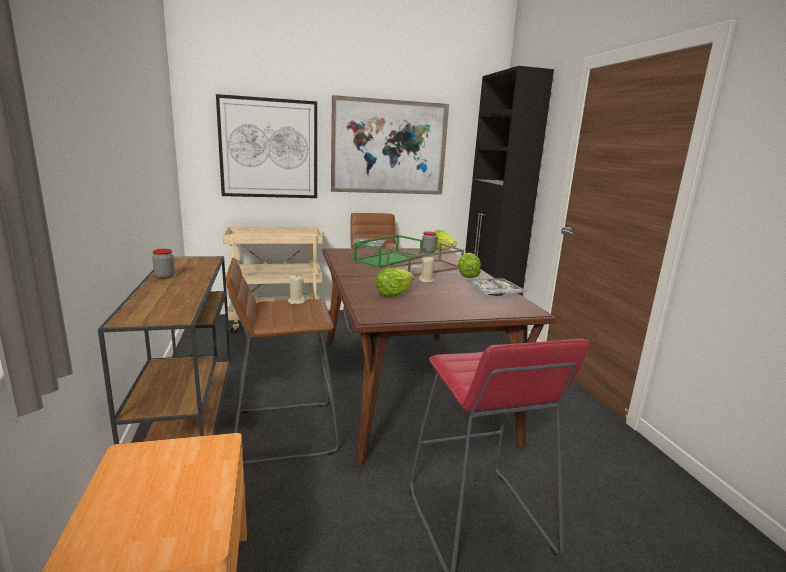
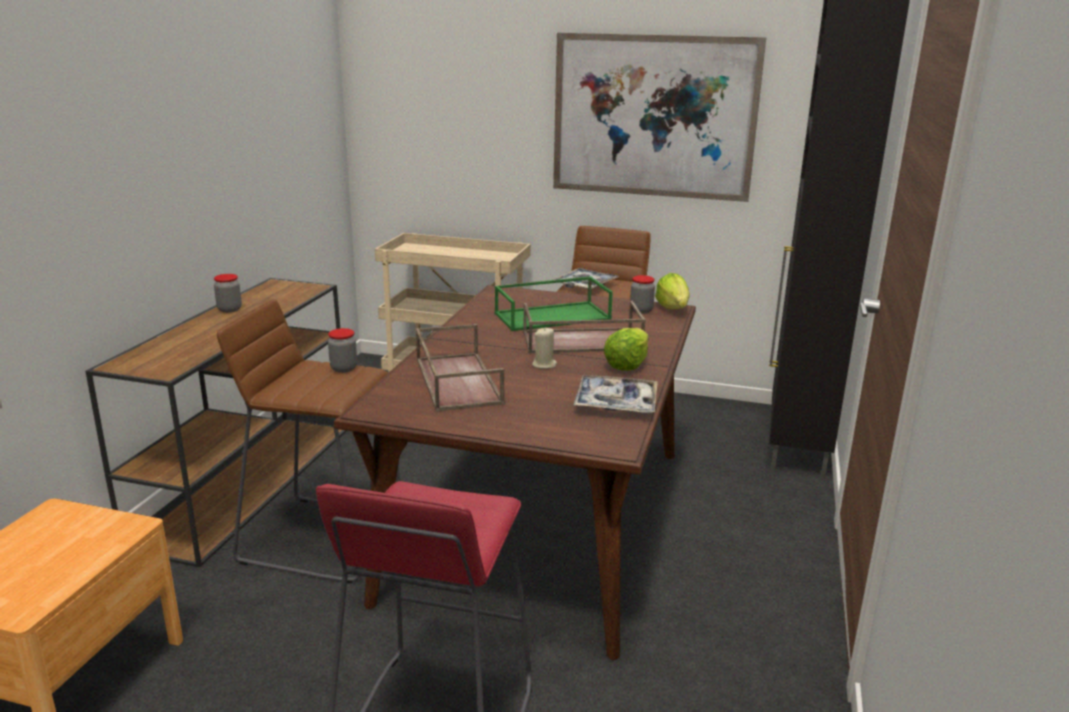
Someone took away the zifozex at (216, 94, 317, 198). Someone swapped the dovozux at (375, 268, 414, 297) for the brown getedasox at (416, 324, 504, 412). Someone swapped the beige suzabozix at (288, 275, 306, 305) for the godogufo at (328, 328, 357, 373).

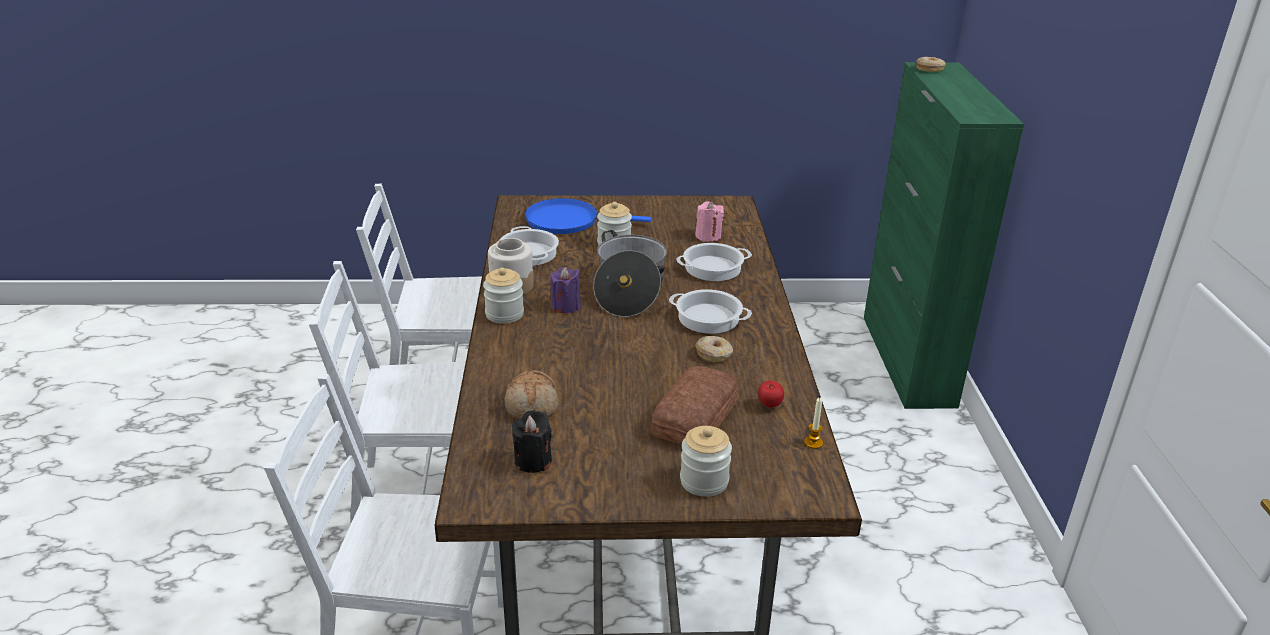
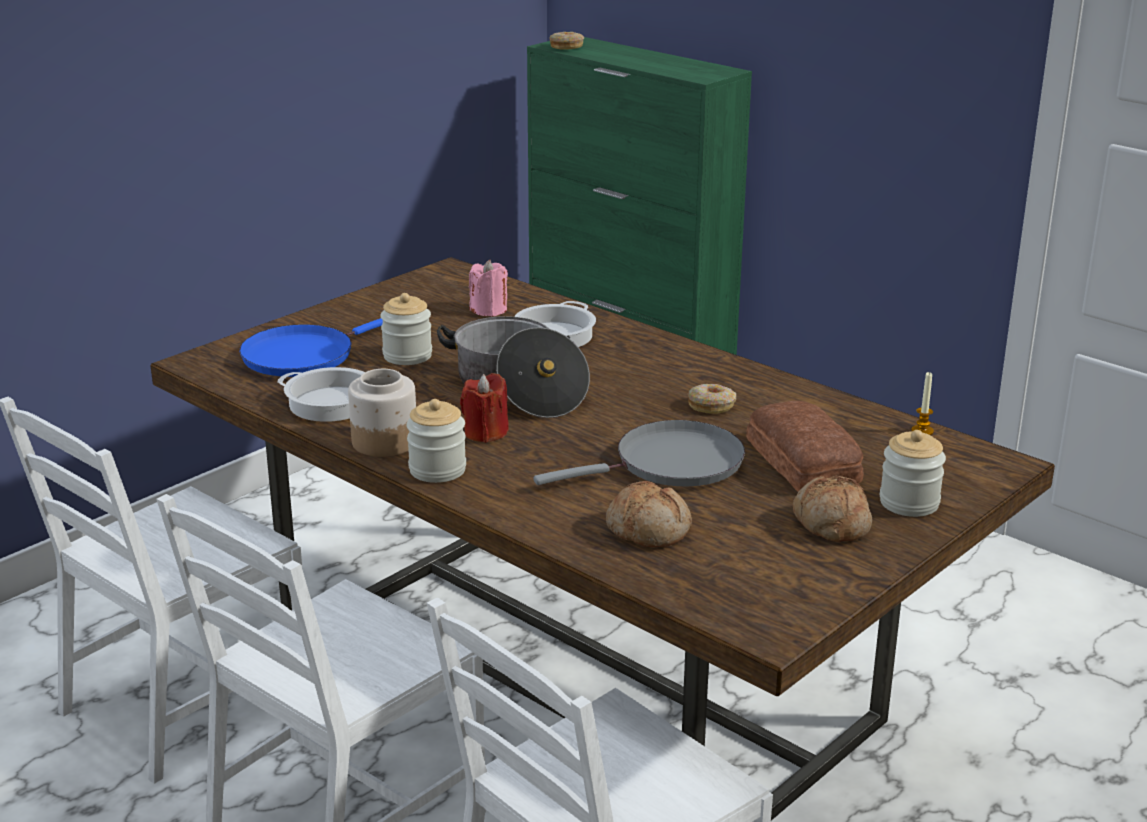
Someone repainted the purple suzabozix at (551, 267, 581, 313), which became the red suzabozix at (460, 373, 509, 443). Someone took away the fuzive at (669, 289, 752, 334). Someone took away the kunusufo at (758, 381, 784, 408). Someone took away the black suzabozix at (512, 410, 552, 473). Someone put down the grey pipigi at (533, 420, 745, 486). Someone put down the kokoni at (793, 476, 872, 542).

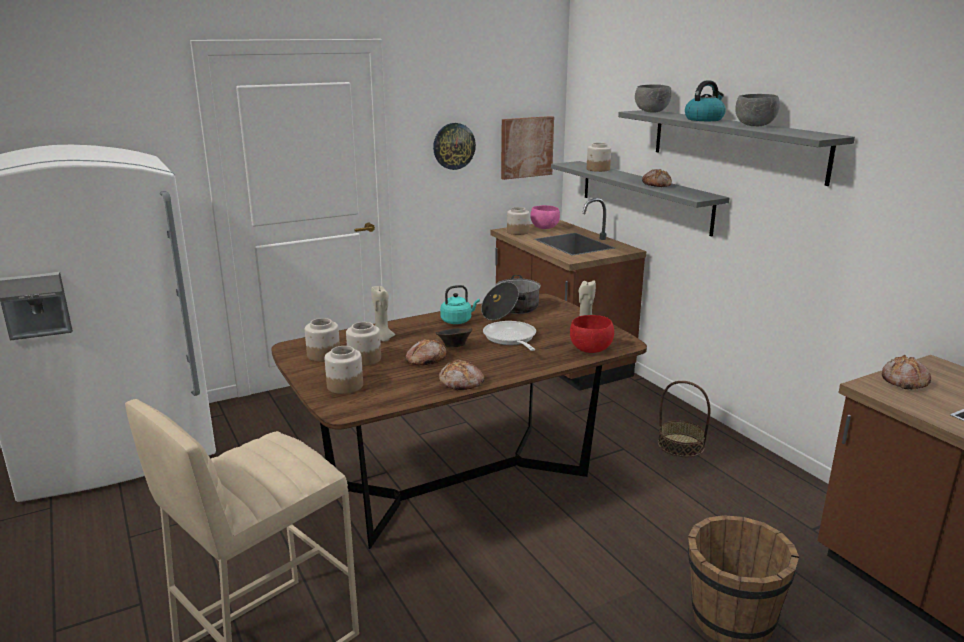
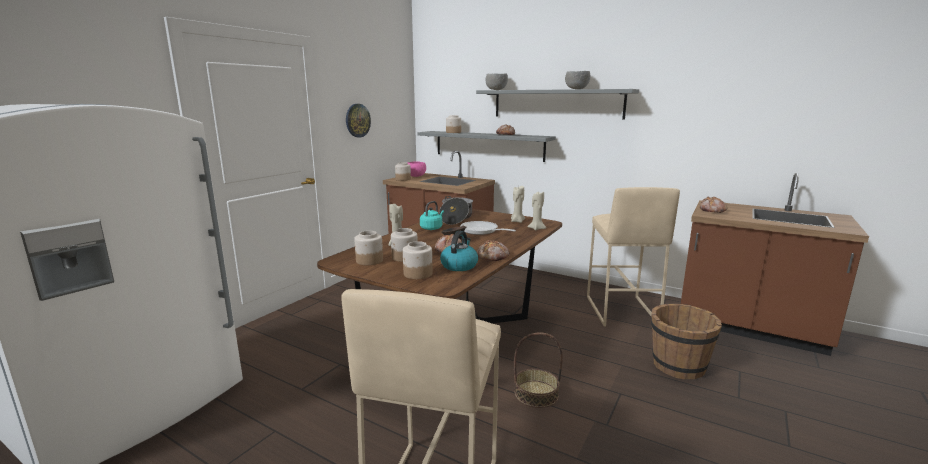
Someone carried the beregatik from (685, 80, 726, 121) to (440, 231, 478, 271). Someone took away the zifozex at (501, 116, 554, 180). Someone swapped the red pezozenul at (570, 315, 614, 353) for the beige suzabozix at (528, 192, 546, 230). Someone carried the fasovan from (658, 381, 711, 457) to (514, 332, 563, 408). Someone put down the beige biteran at (587, 187, 680, 326).

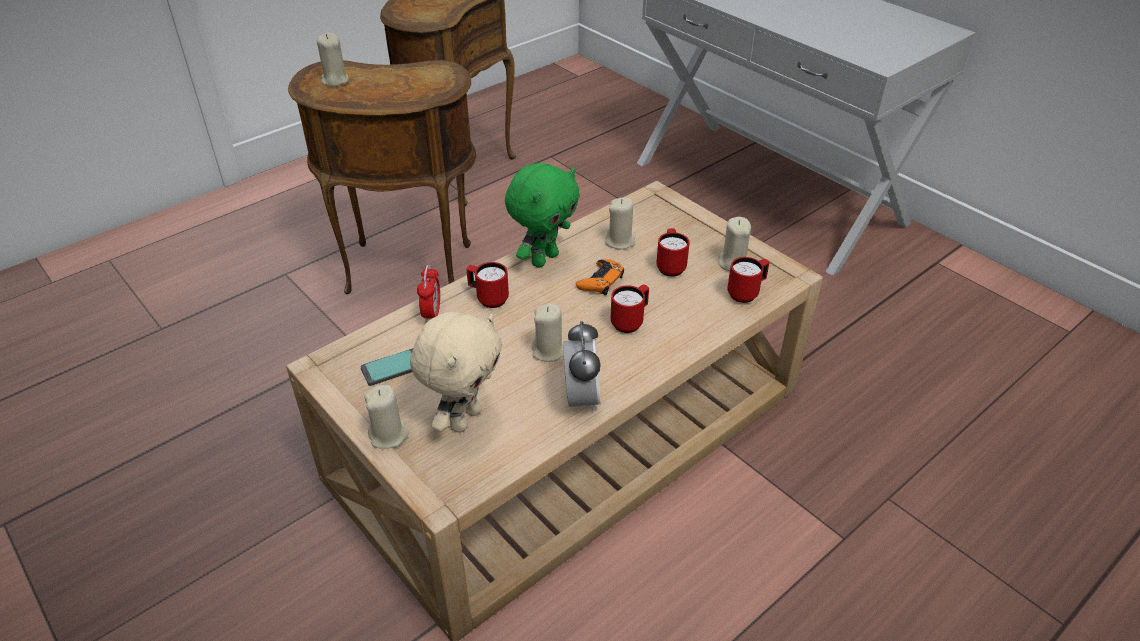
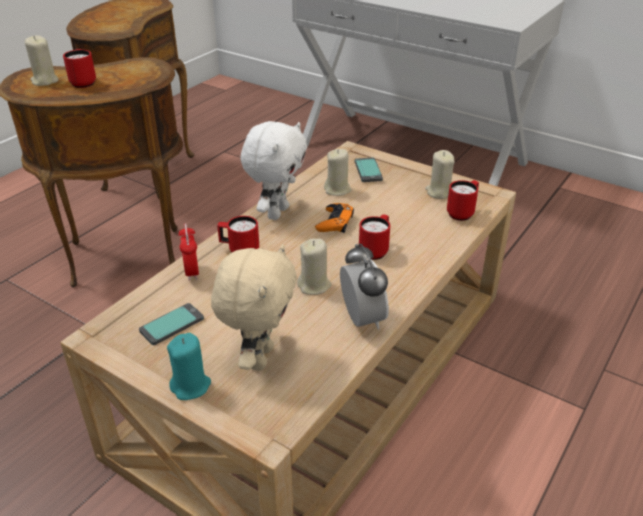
Someone repainted the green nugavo at (505, 163, 580, 268), which became the white nugavo at (240, 121, 307, 220). Someone carried the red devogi from (656, 228, 690, 277) to (63, 49, 96, 88). Someone repainted the beige suzabozix at (365, 385, 409, 449), which became the turquoise suzabozix at (167, 333, 211, 400). Someone put down the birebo at (355, 158, 383, 182).

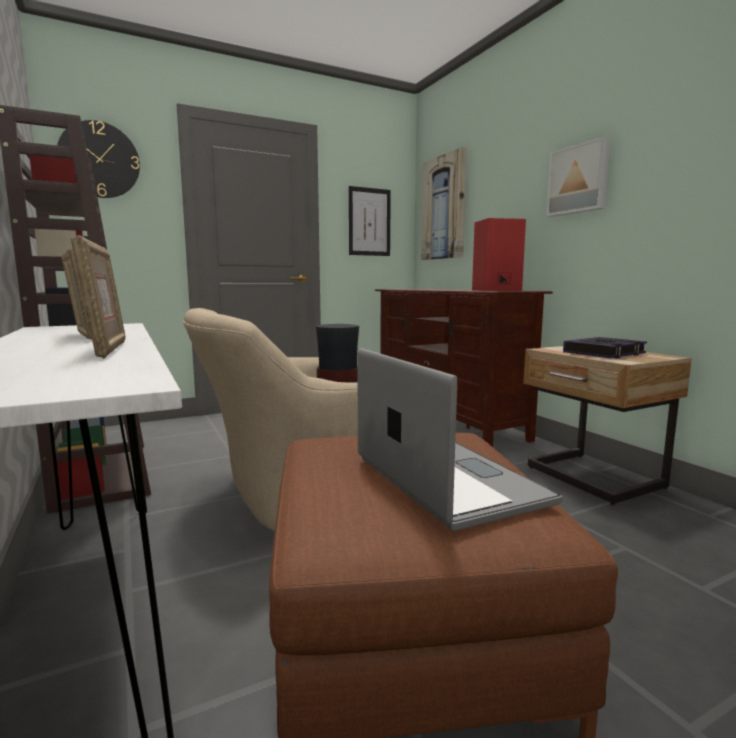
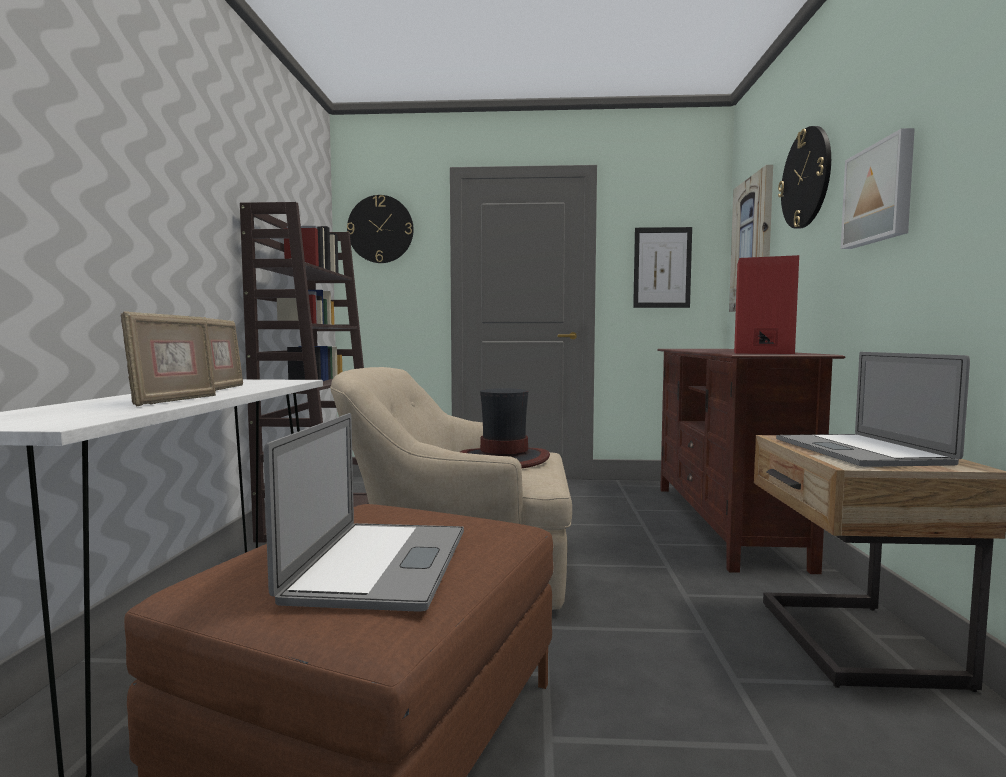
Someone swapped the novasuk at (563, 337, 647, 359) for the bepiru at (776, 352, 970, 467). Someone put up the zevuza at (778, 126, 831, 229).

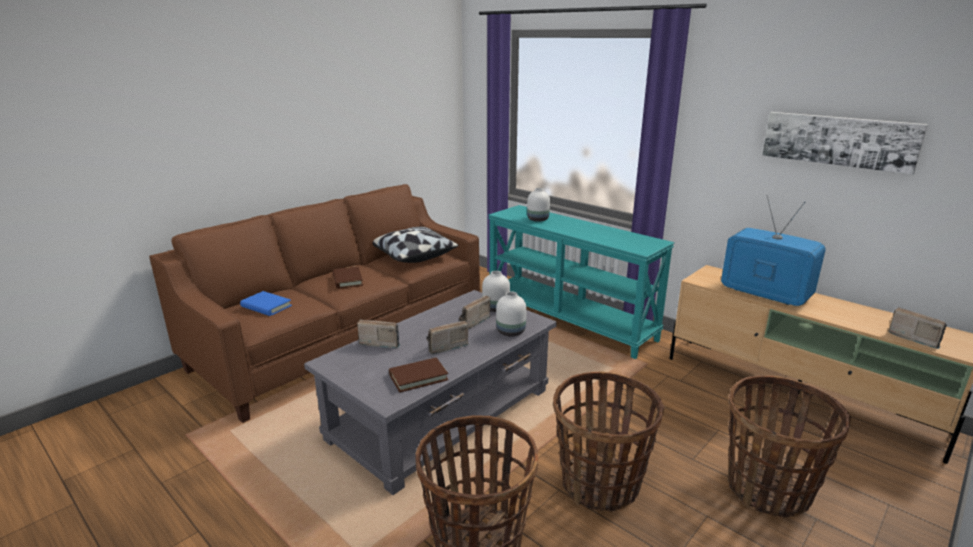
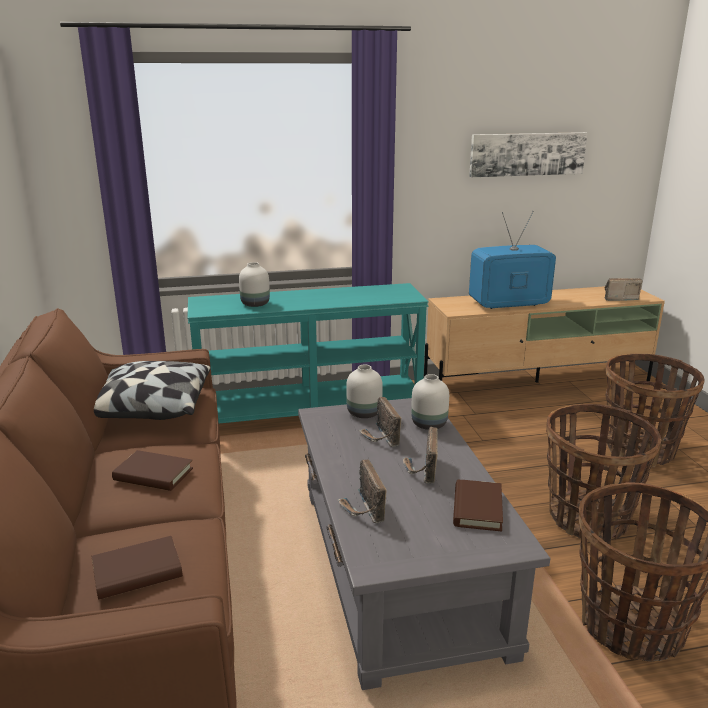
Someone repainted the blue novasuk at (240, 291, 292, 316), which became the brown novasuk at (92, 536, 183, 600). Someone rotated the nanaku at (357, 319, 401, 348) by 60 degrees counterclockwise.

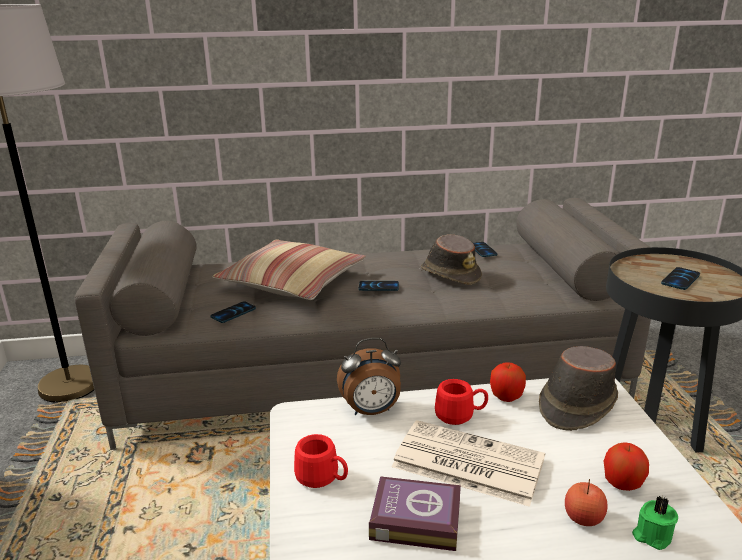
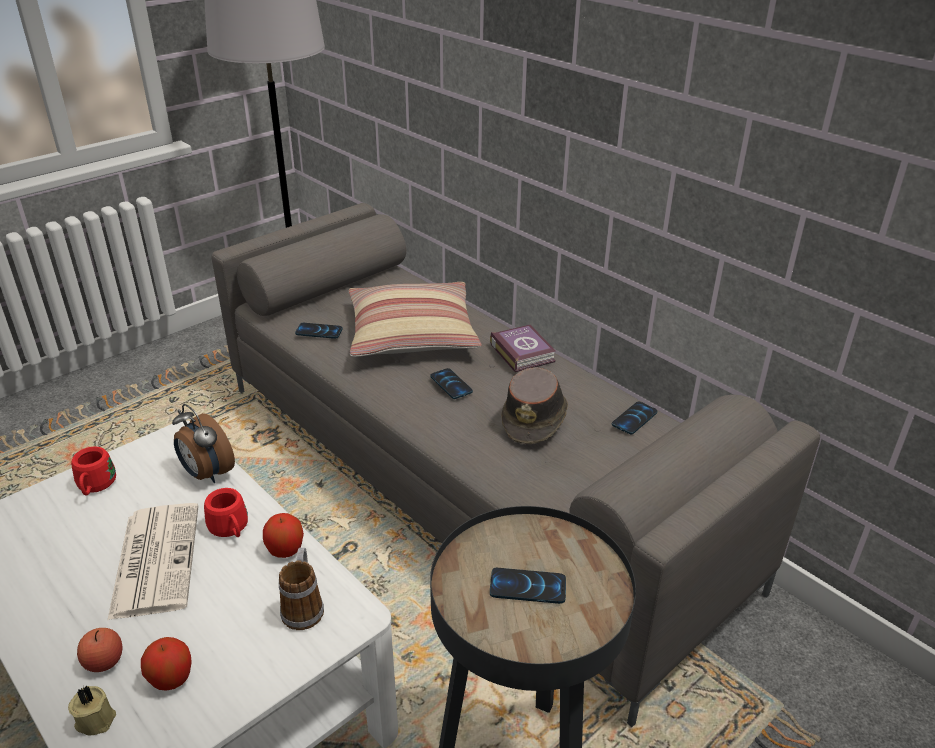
Someone swapped the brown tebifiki at (539, 346, 618, 431) for the devogi at (279, 548, 324, 630). Someone carried the novasuk from (369, 476, 461, 551) to (490, 325, 556, 373). Someone repainted the green suzabozix at (632, 496, 678, 550), which became the beige suzabozix at (68, 685, 116, 735).

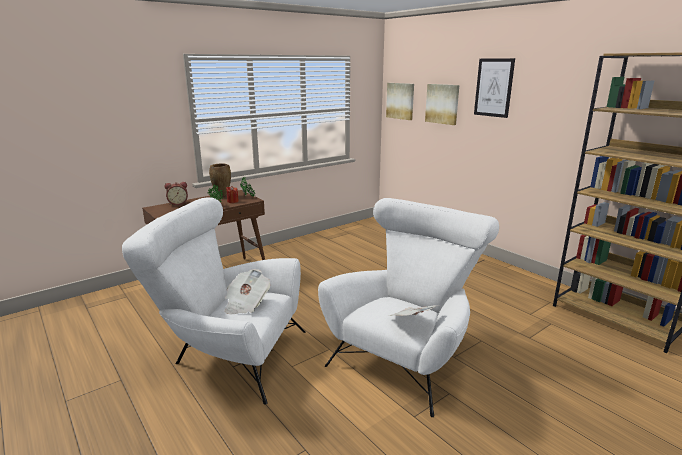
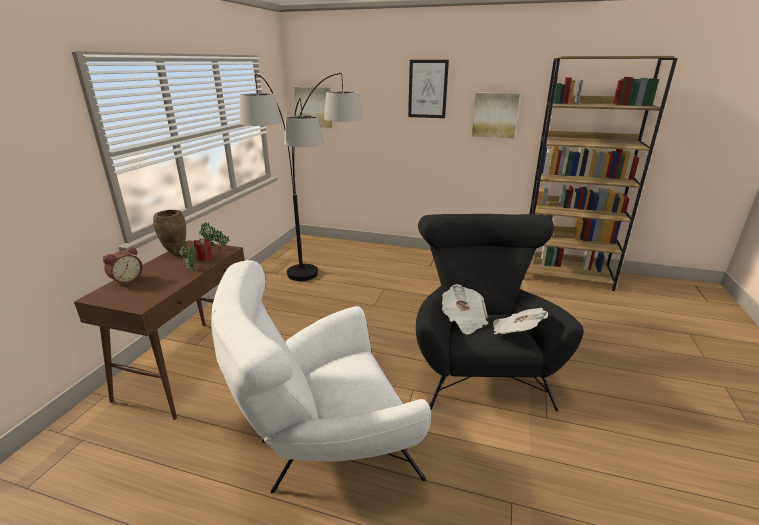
Someone carried the zifozex from (425, 84, 459, 125) to (472, 93, 520, 138). Someone repainted the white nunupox at (318, 198, 499, 417), which became the black nunupox at (416, 214, 584, 411). Someone carried the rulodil from (225, 269, 270, 314) to (442, 284, 488, 335). Someone put down the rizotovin at (239, 73, 363, 281).

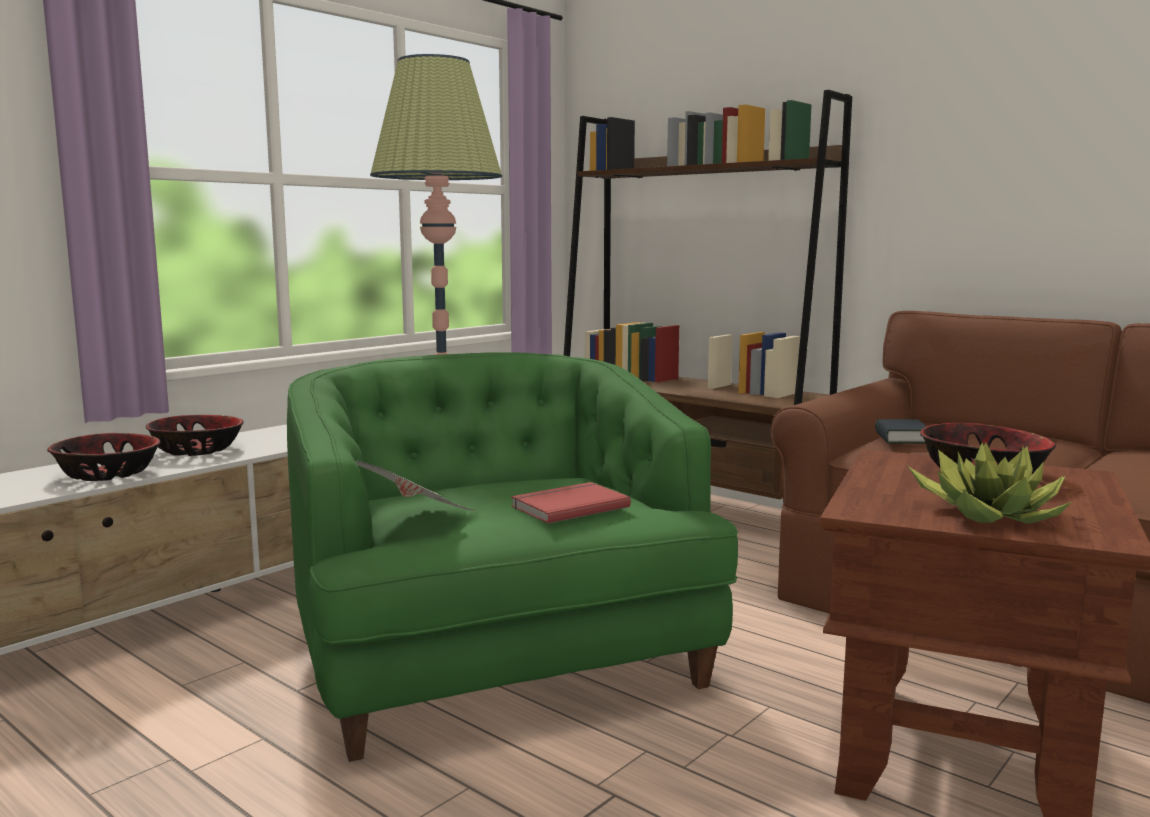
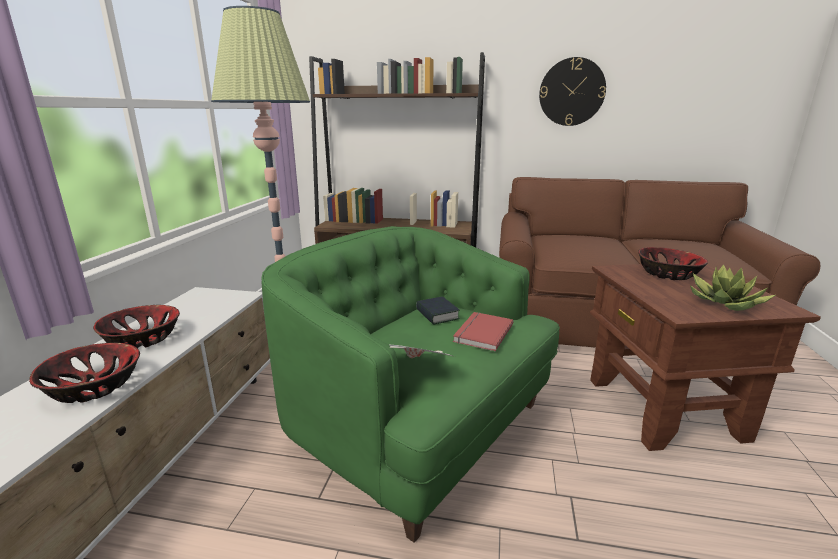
Someone carried the novasuk from (875, 419, 927, 444) to (416, 297, 460, 325). Someone put up the zevuza at (539, 57, 606, 126).

